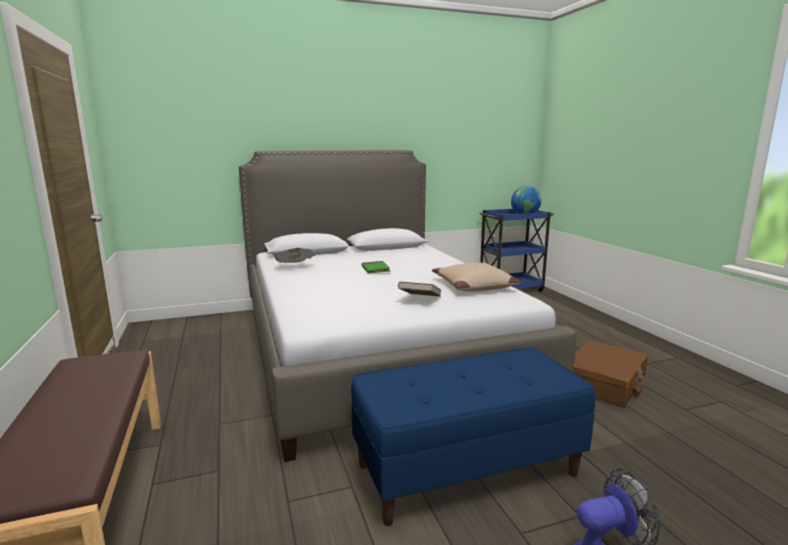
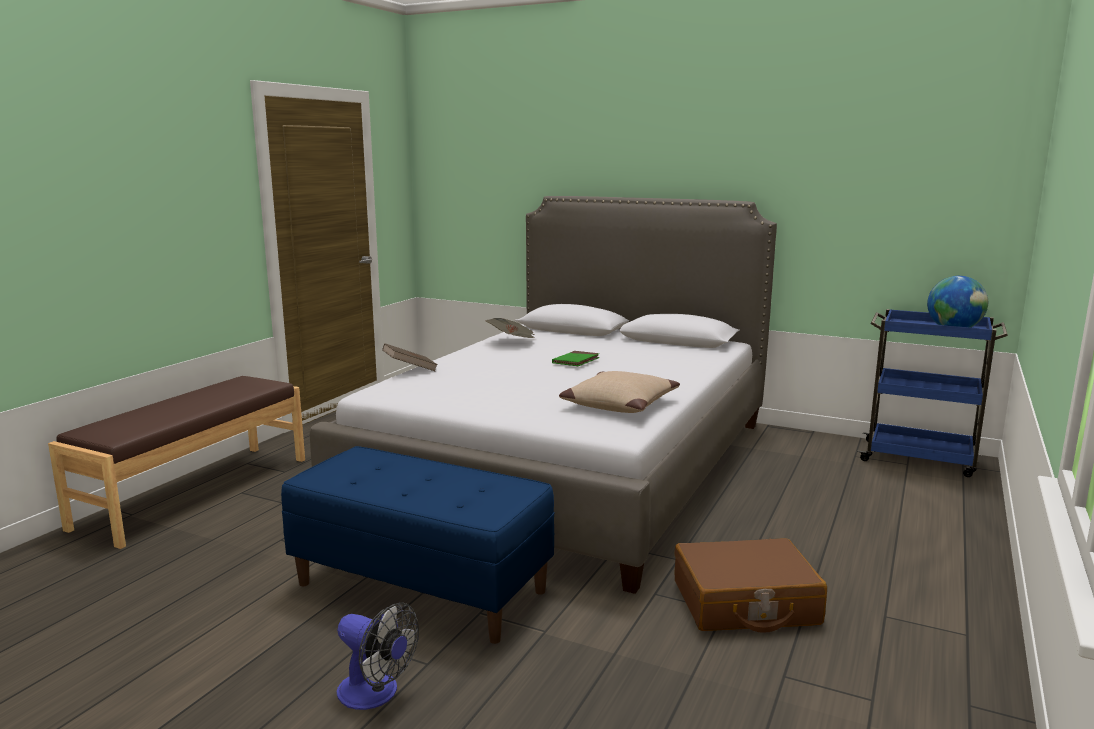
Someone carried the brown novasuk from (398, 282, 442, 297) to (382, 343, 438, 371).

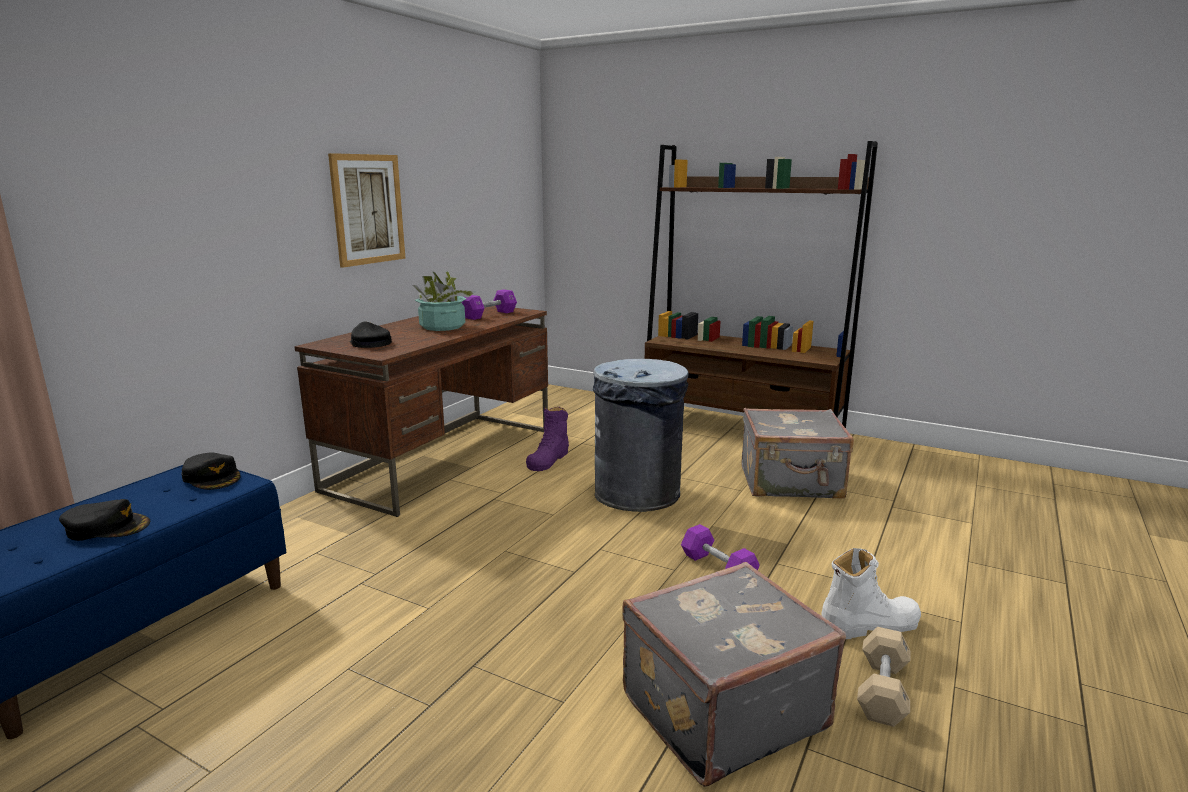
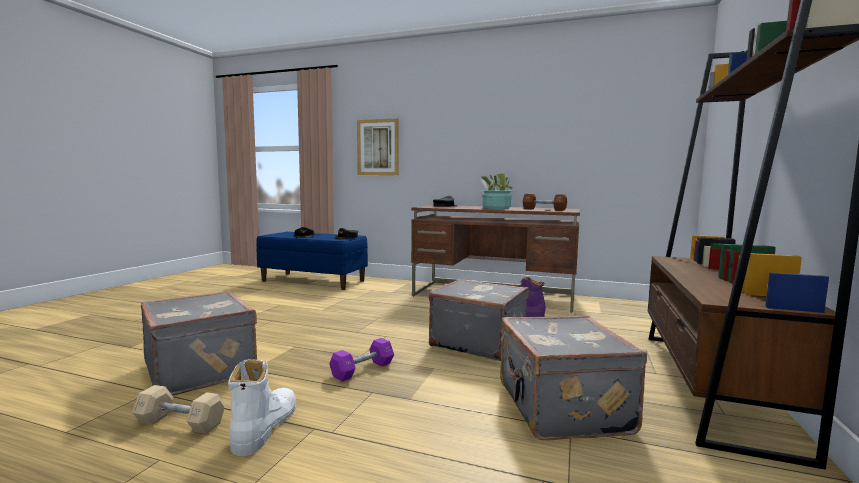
Someone carried the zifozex from (328, 153, 406, 268) to (357, 118, 399, 175). Someone repainted the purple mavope at (462, 290, 517, 320), which became the brown mavope at (522, 194, 567, 211). Someone swapped the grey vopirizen at (593, 359, 688, 512) for the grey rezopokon at (429, 279, 529, 361). Someone rotated the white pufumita at (821, 548, 921, 639) by 150 degrees counterclockwise.

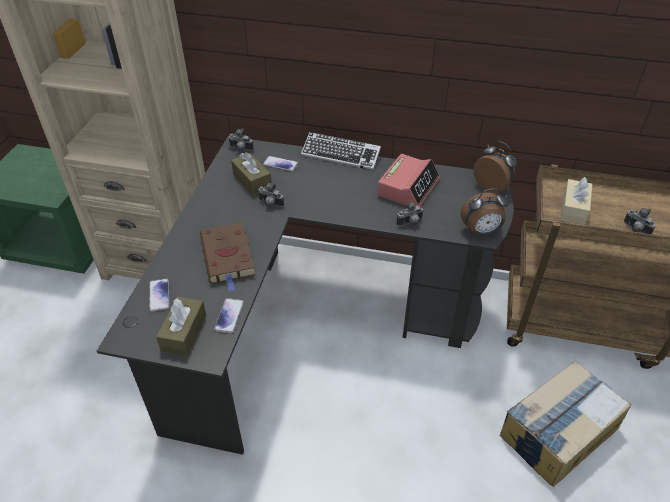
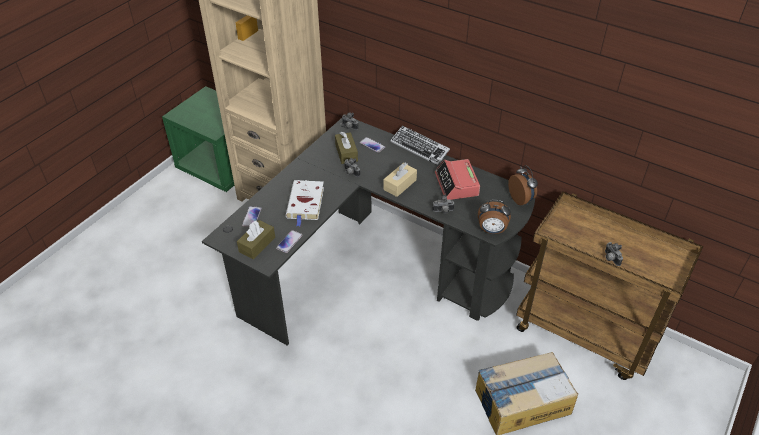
Someone rotated the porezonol at (377, 154, 440, 207) by 120 degrees clockwise. Someone carried the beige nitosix from (560, 177, 592, 225) to (383, 163, 417, 197). Someone repainted the brown novasuk at (200, 222, 255, 292), which became the white novasuk at (286, 180, 324, 226).

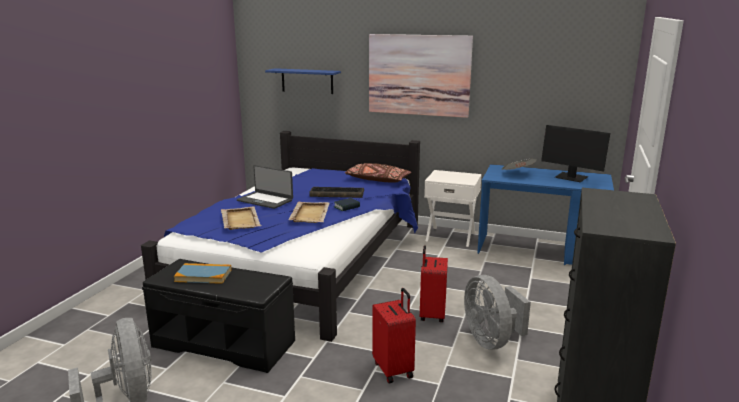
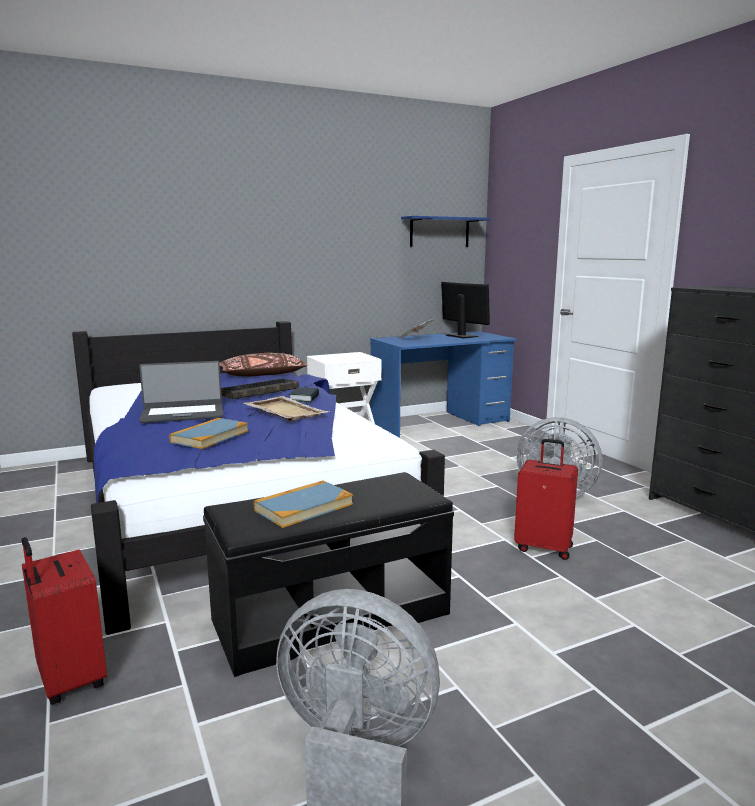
Someone took away the zifozex at (369, 34, 473, 118). Someone carried the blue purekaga from (265, 68, 341, 94) to (401, 216, 491, 247). Someone rotated the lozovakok at (541, 125, 610, 182) by 120 degrees counterclockwise. Someone swapped the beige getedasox at (221, 207, 261, 230) for the novasuk at (169, 418, 248, 449). Someone carried the red rezopokon from (420, 246, 448, 322) to (22, 537, 107, 705).

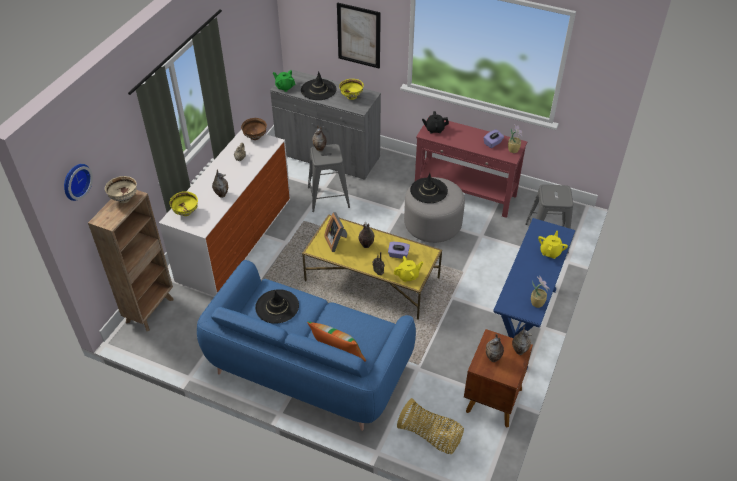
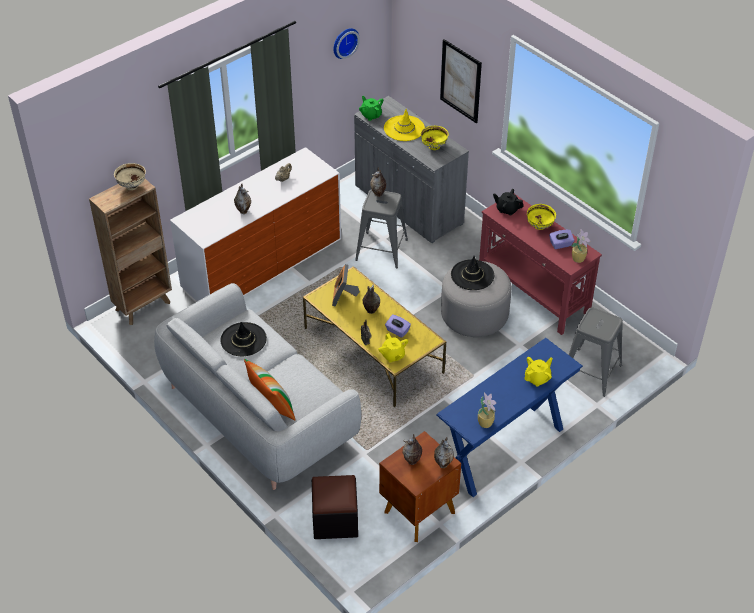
Someone repainted the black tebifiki at (301, 72, 336, 100), which became the yellow tebifiki at (384, 109, 425, 141). Someone took away the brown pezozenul at (241, 118, 267, 140). Someone carried the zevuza from (64, 164, 93, 201) to (333, 28, 360, 59). Someone carried the yellow pezozenul from (169, 191, 198, 216) to (527, 204, 556, 230). Someone rotated the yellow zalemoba at (394, 256, 423, 282) by 60 degrees clockwise. Someone repainted the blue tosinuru at (197, 260, 416, 431), which became the grey tosinuru at (154, 283, 361, 490). Someone swapped the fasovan at (397, 398, 464, 454) for the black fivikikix at (312, 475, 358, 539).

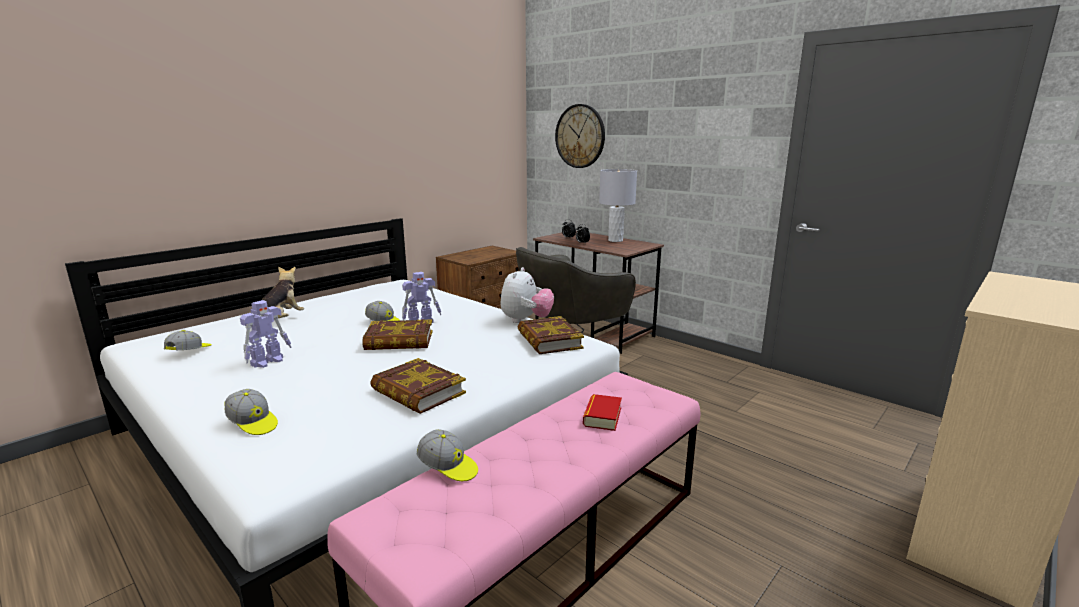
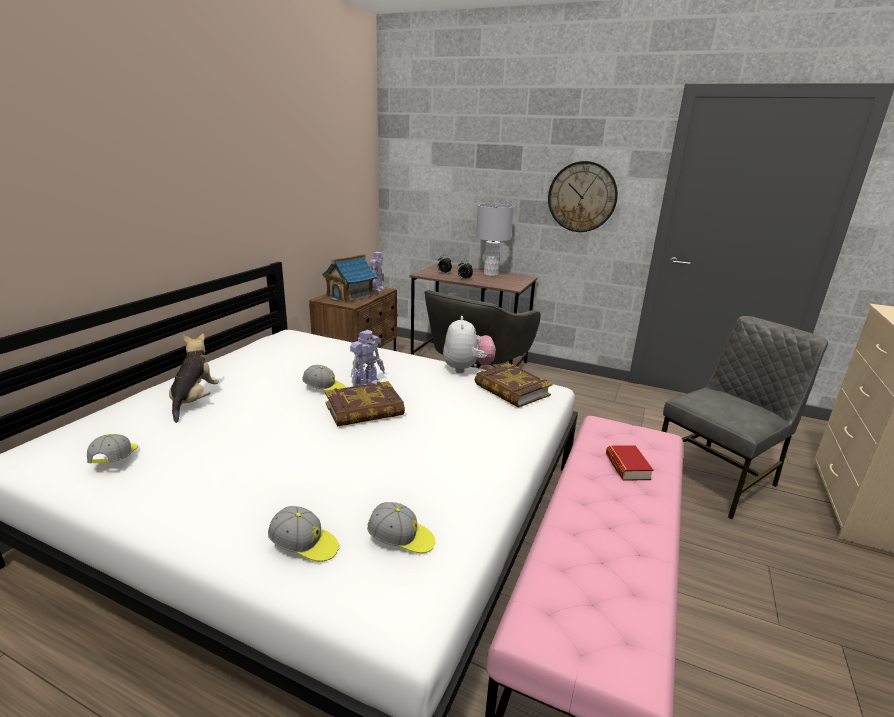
Someone carried the zevuza from (555, 104, 605, 168) to (548, 161, 618, 232). Someone carried the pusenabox from (240, 300, 292, 368) to (370, 252, 385, 292). Someone took away the novasuk at (370, 358, 466, 414). Someone carried the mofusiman from (416, 429, 478, 481) to (367, 502, 435, 553). Someone put down the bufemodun at (322, 254, 377, 303). Someone put down the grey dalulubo at (662, 316, 828, 519).

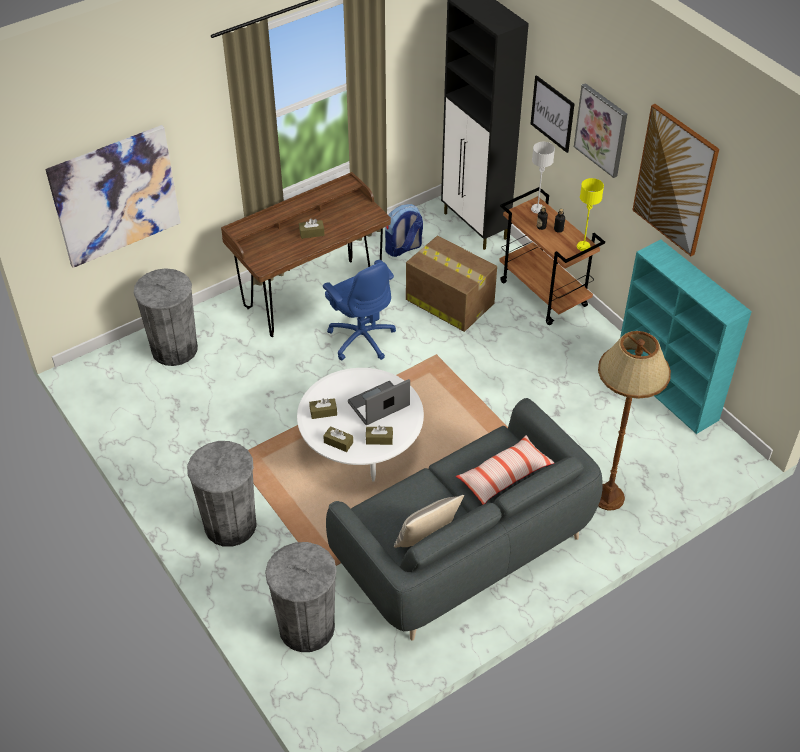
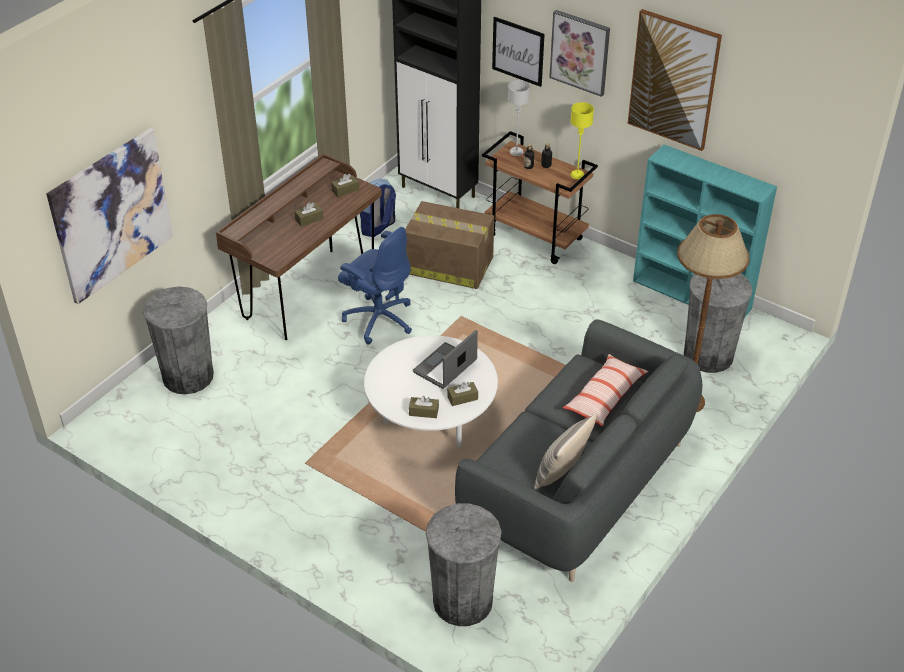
Someone carried the brown nitosix from (309, 398, 337, 419) to (331, 174, 359, 197). Someone carried the grey vopirizen from (187, 441, 257, 547) to (684, 274, 752, 373).

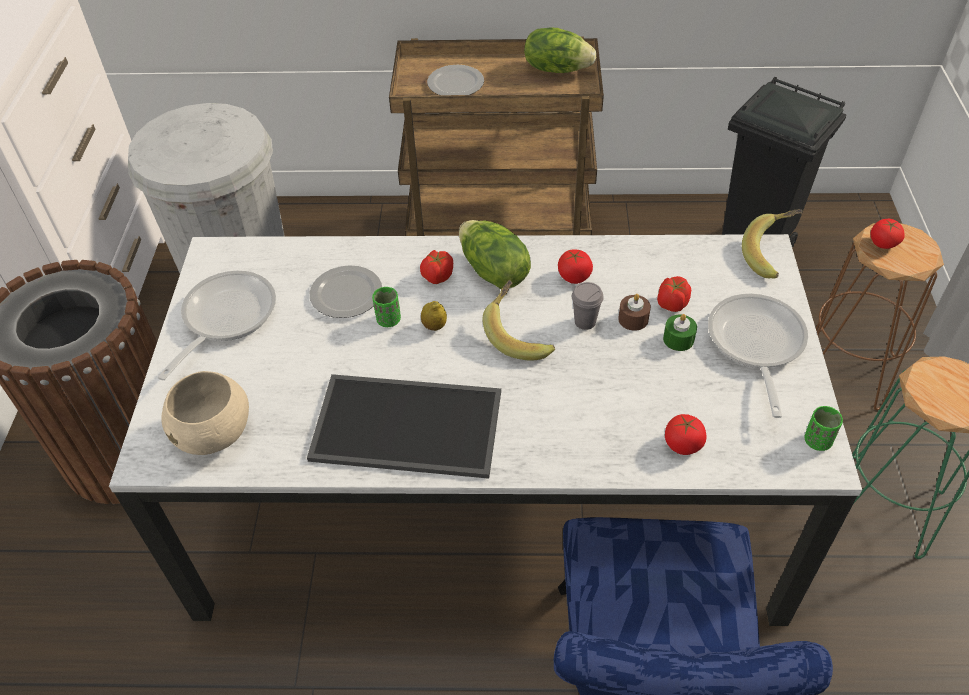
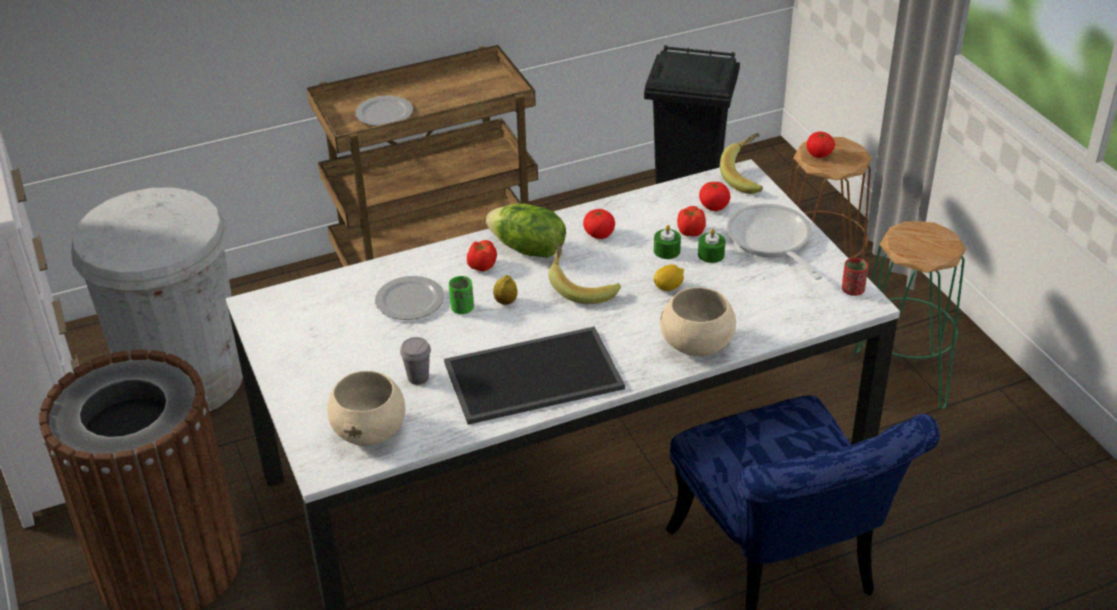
Someone took away the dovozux at (524, 27, 596, 73). Someone took away the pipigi at (157, 271, 276, 380). Someone carried the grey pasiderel from (572, 282, 604, 330) to (400, 337, 431, 385). Someone repainted the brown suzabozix at (618, 294, 651, 331), which became the green suzabozix at (654, 225, 681, 259). Someone repainted the green pasiderel at (805, 406, 843, 451), which became the red pasiderel at (842, 258, 868, 296). Someone carried the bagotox from (665, 414, 707, 455) to (699, 182, 730, 211). Someone put down the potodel at (654, 264, 684, 291). Someone put down the beige pezozenul at (660, 287, 736, 356).

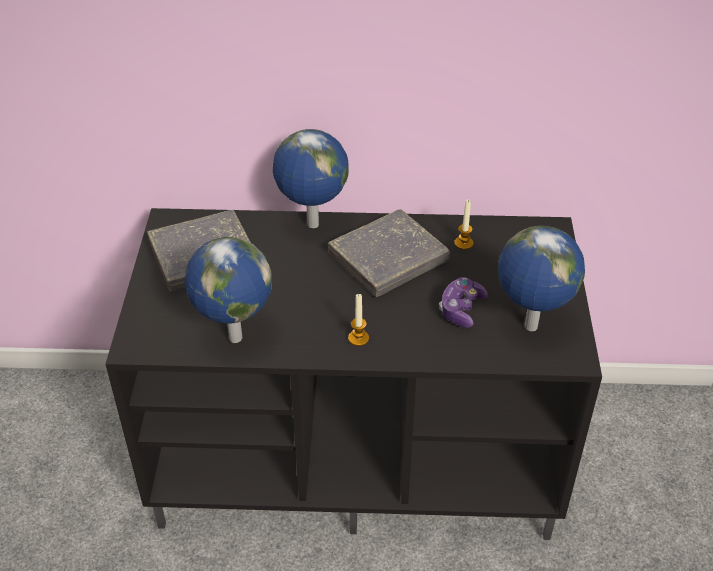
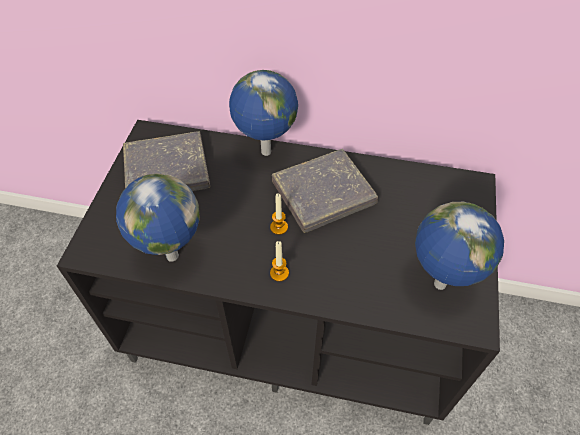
Someone carried the suzabozix from (454, 199, 473, 250) to (270, 194, 288, 235). Someone took away the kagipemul at (439, 277, 488, 328).

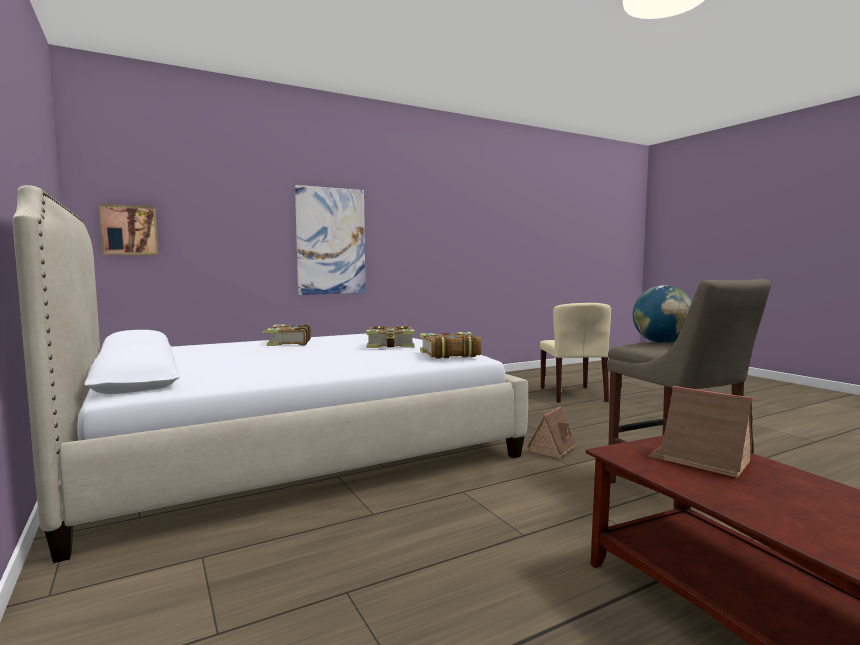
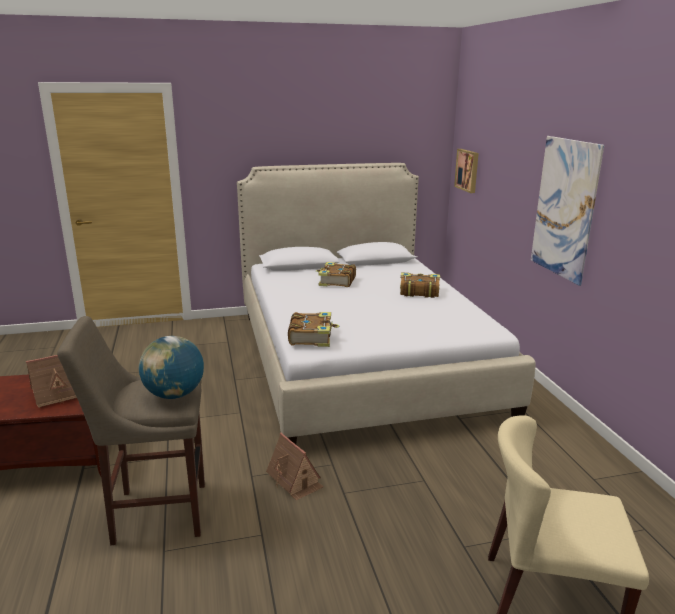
Someone carried the novasuk from (366, 326, 415, 348) to (316, 262, 356, 287).

